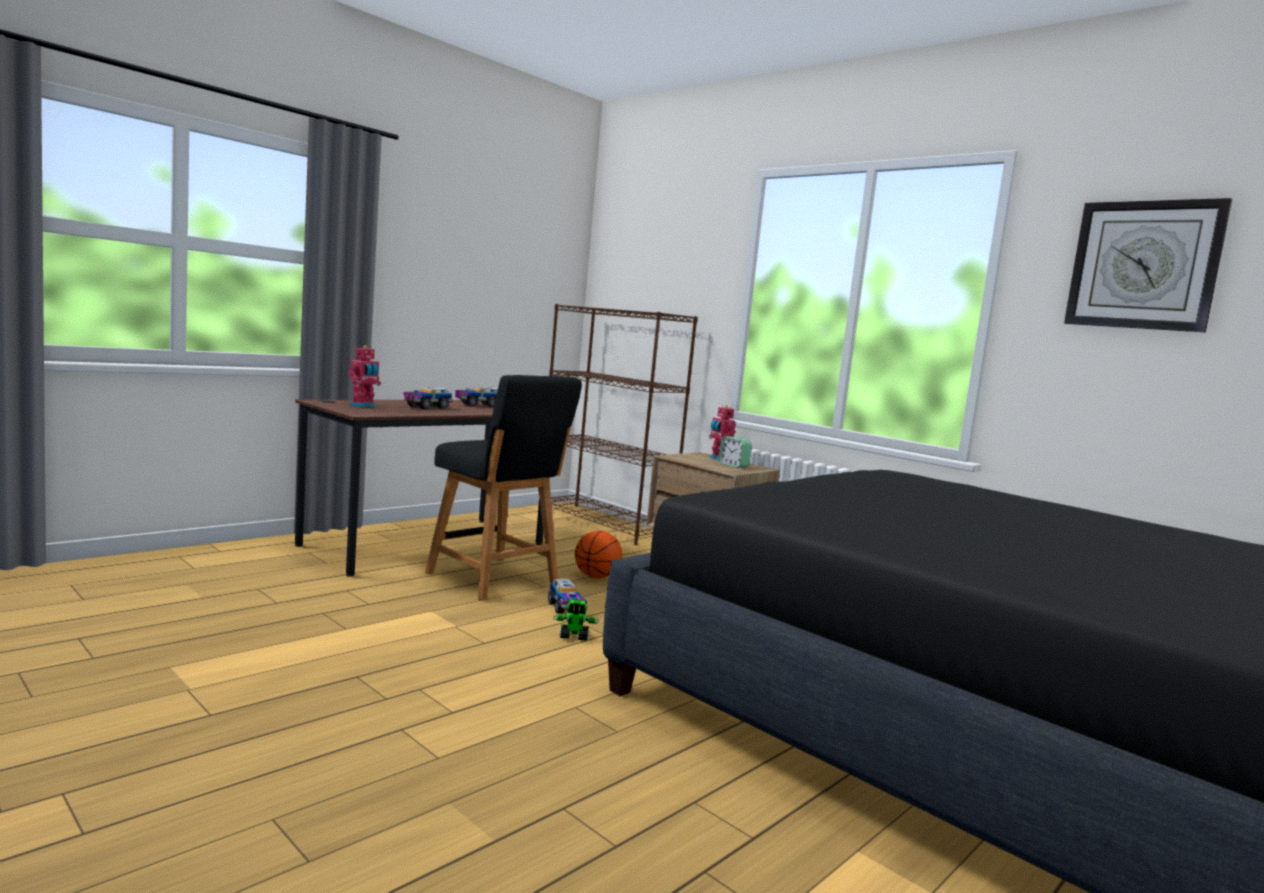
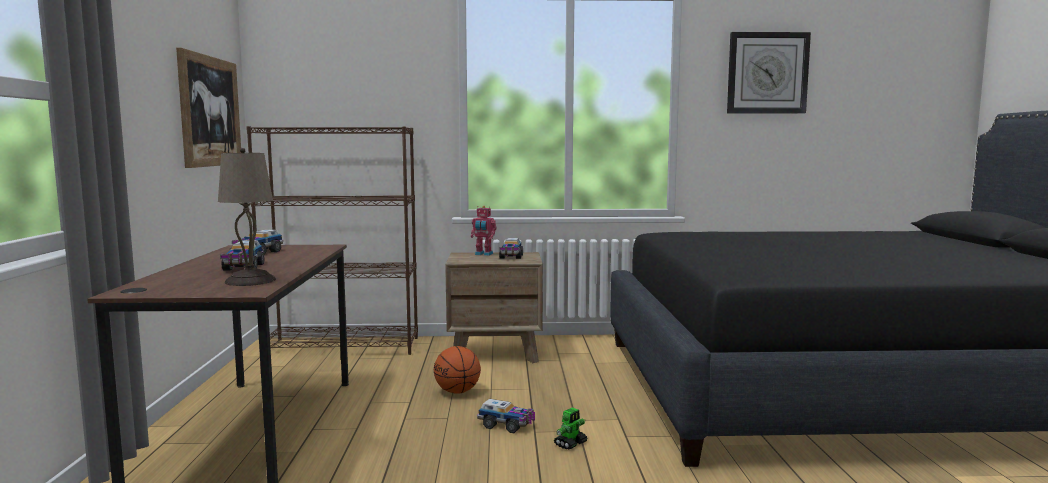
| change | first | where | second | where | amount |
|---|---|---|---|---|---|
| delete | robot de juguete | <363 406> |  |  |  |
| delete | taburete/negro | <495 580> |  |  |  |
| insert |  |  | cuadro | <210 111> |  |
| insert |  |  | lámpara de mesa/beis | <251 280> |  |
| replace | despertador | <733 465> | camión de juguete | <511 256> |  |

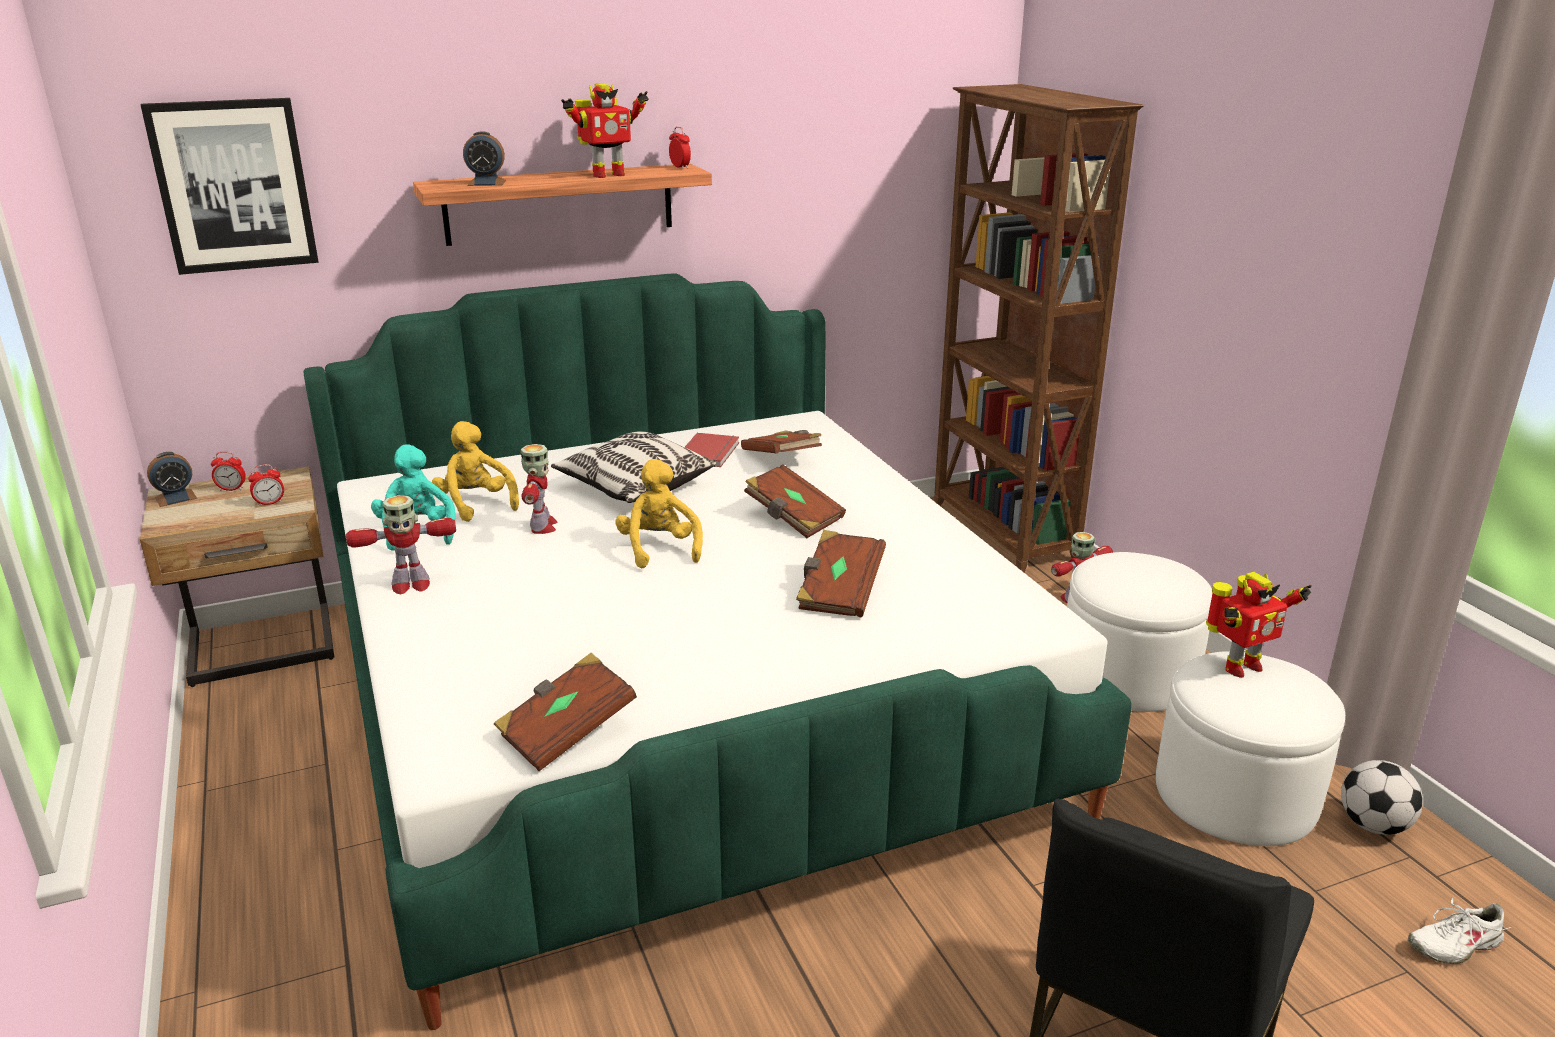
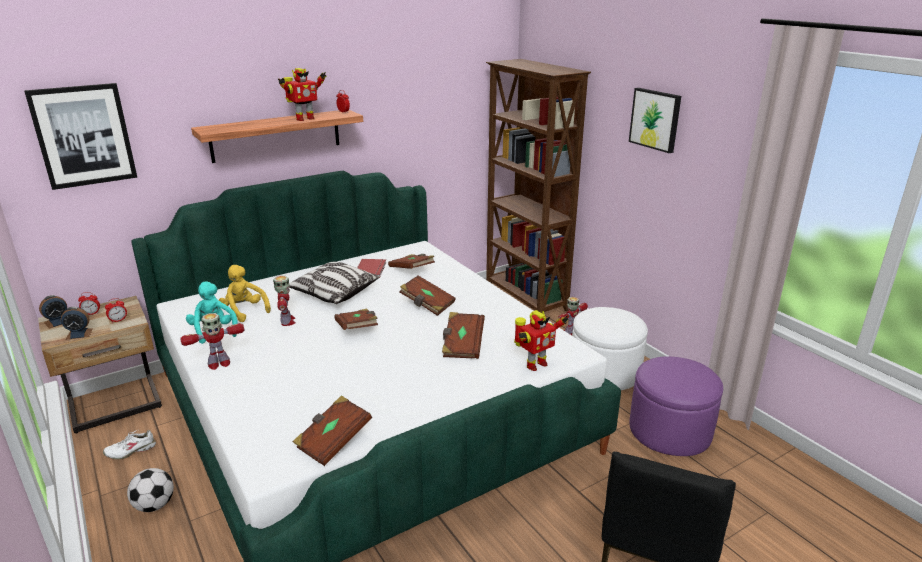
| change | first | where | second | where | amount |
|---|---|---|---|---|---|
| insert |  |  | cuadro | <655 119> |  |
| move | despertador | <486 183> |  | <79 334> |  |
| move | robot de juguete | <1239 667> |  | <535 364> |  |
| move | balón de fútbol | <1373 825> |  | <155 505> |  |
| move | zapato/blanco | <1453 944> |  | <131 450> |  |
| replace | peluche/amarillo | <659 549> | libro/marrón | <357 329> |  |
| recolor | puf/blanco | <1235 794> | puf/morado | <670 430> |  |

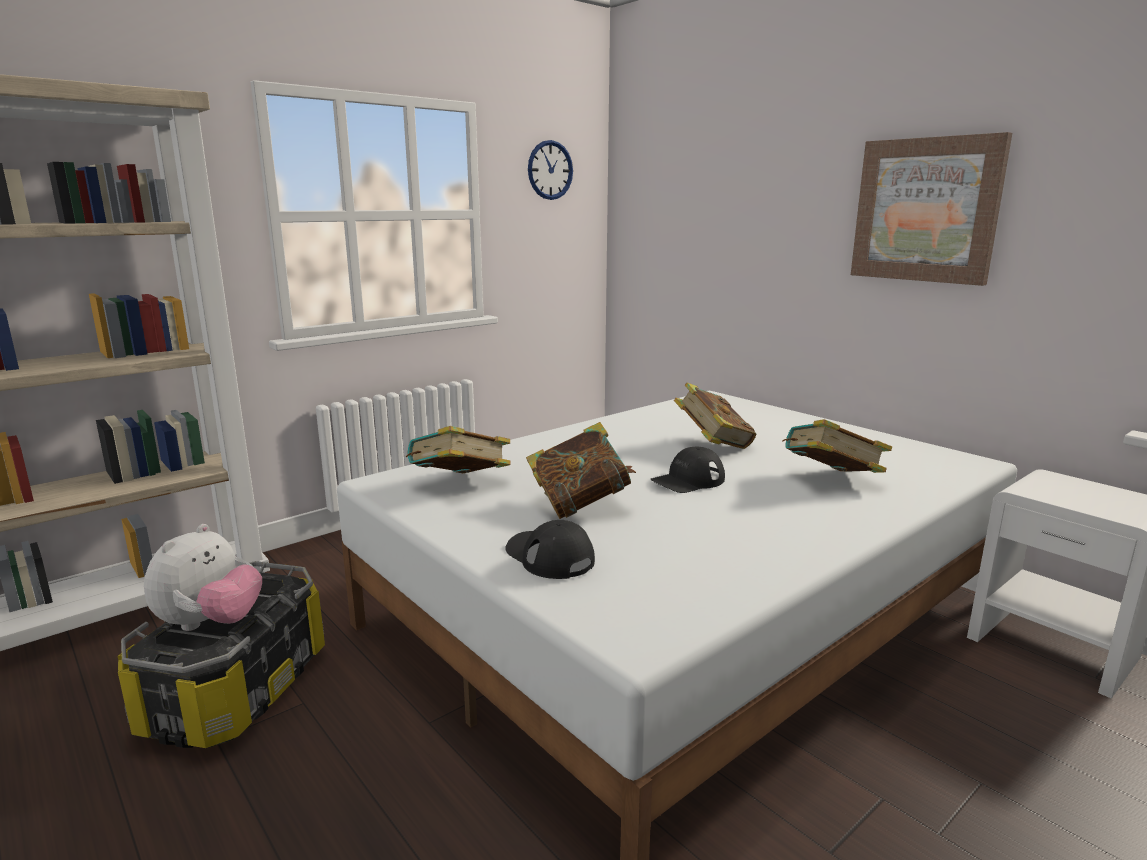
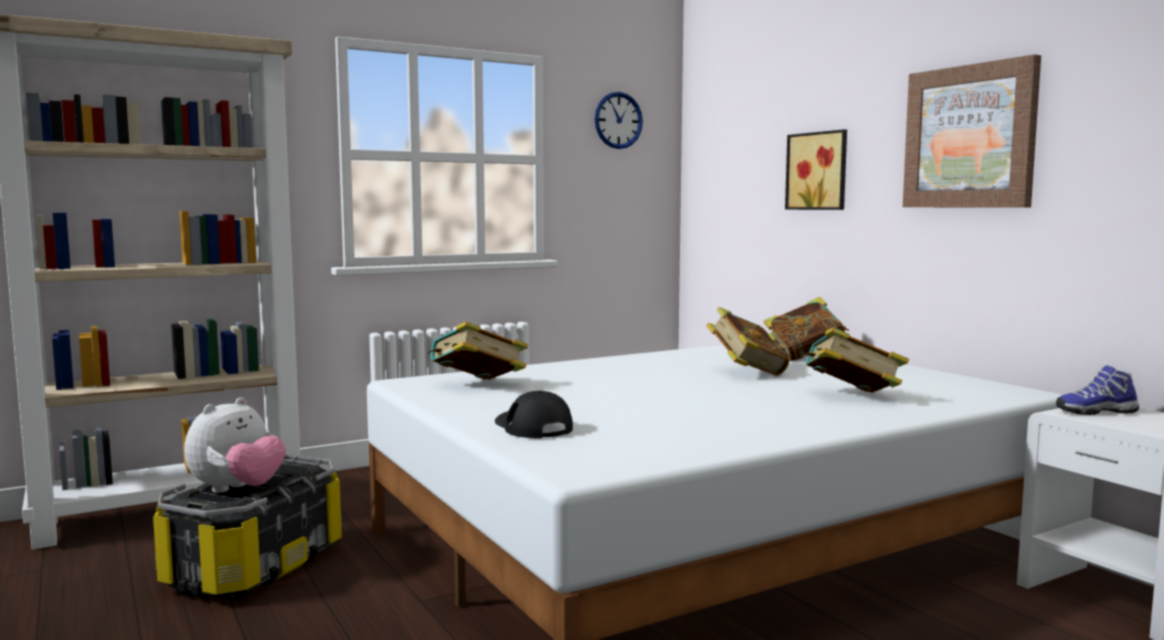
| change | first | where | second | where | amount |
|---|---|---|---|---|---|
| delete | gorra/negro | <688 480> |  |  |  |
| insert |  |  | cuadro | <819 171> |  |
| insert |  |  | zapato | <1095 412> |  |
| move | libro | <580 505> |  | <804 357> |  |

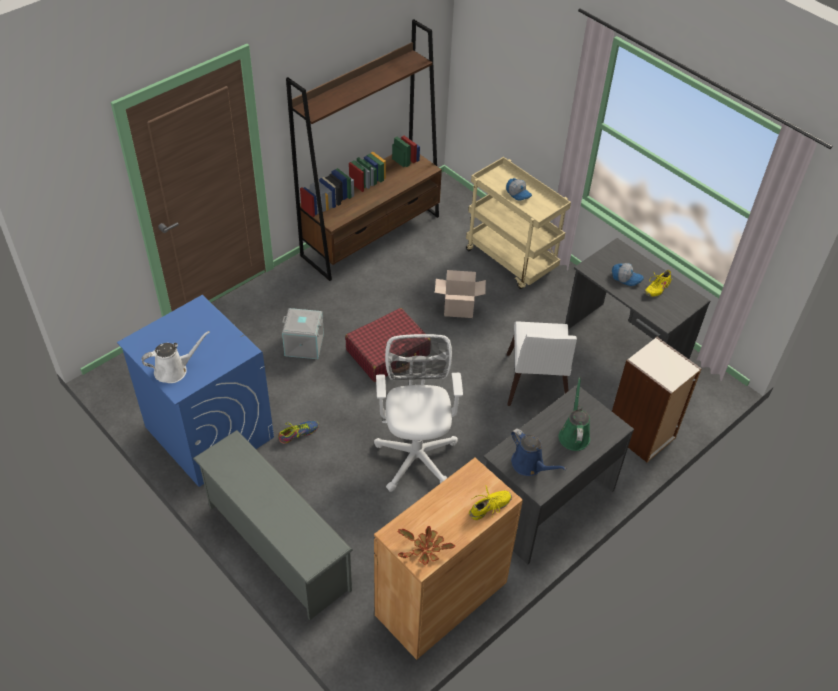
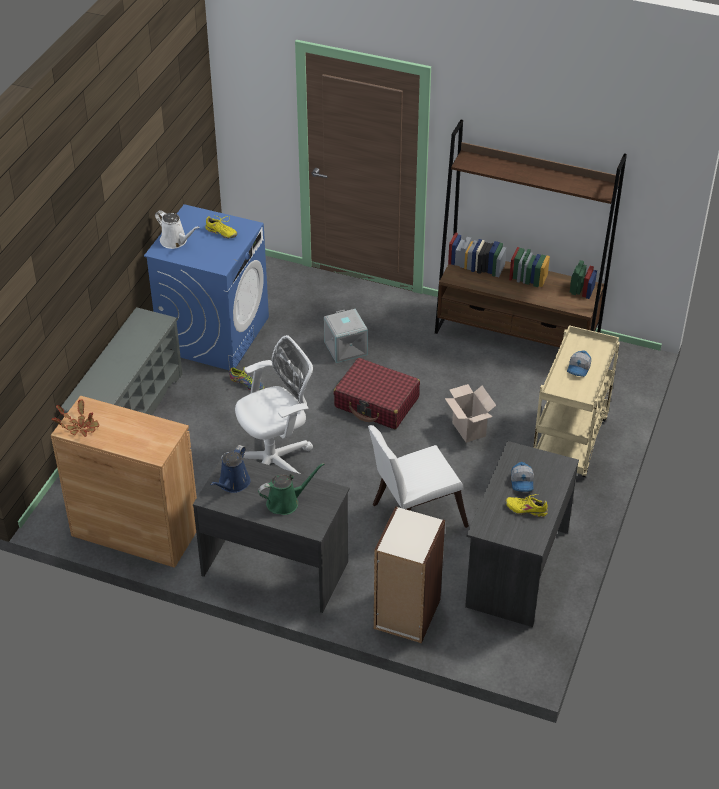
| change | first | where | second | where | amount |
|---|---|---|---|---|---|
| move | zapato/amarillo | <489 507> |  | <221 233> |  |

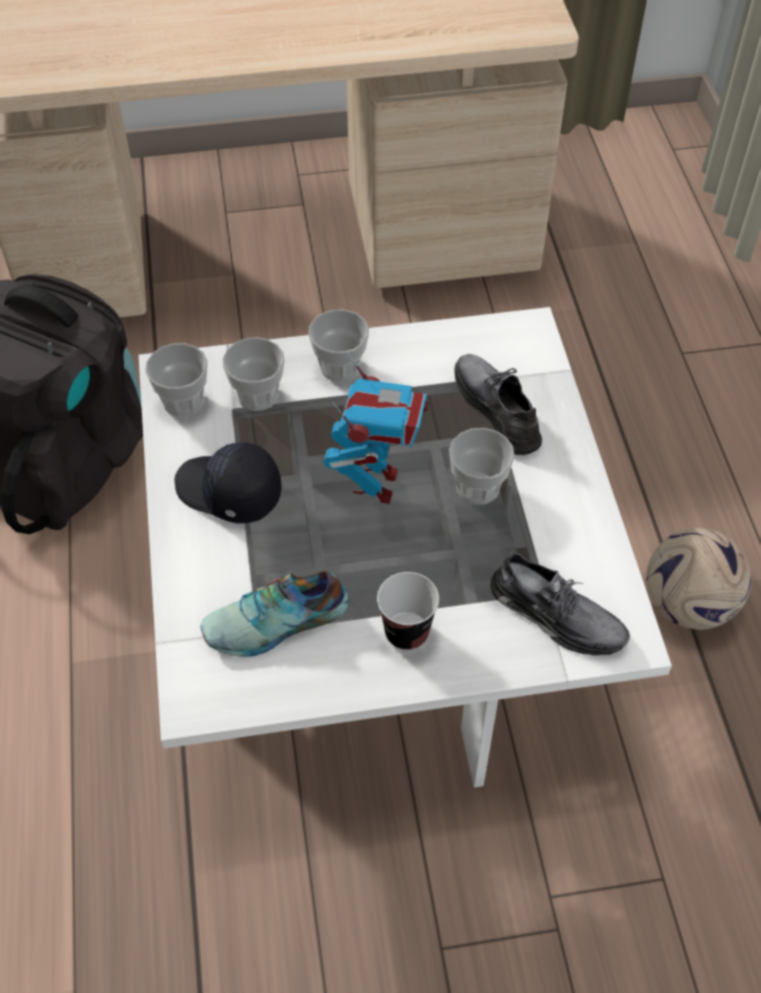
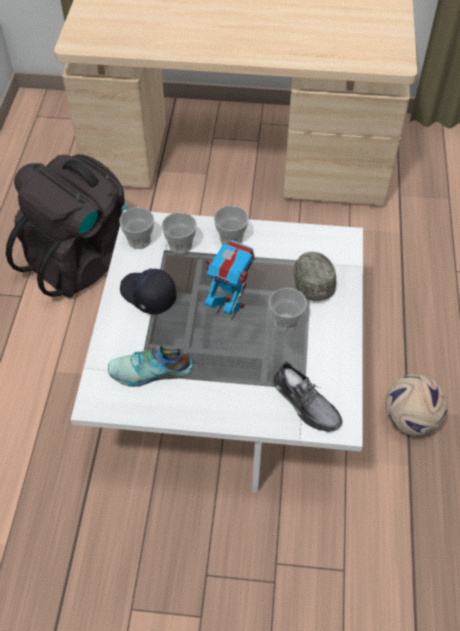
| change | first | where | second | where | amount |
|---|---|---|---|---|---|
| delete | taza | <406 632> |  |  |  |
| replace | zapato/gris | <497 409> | gorra/gris | <312 280> |  |
| rotate | robot de juguete | <376 483> |  | <229 308> | 90 degrees counterclockwise |

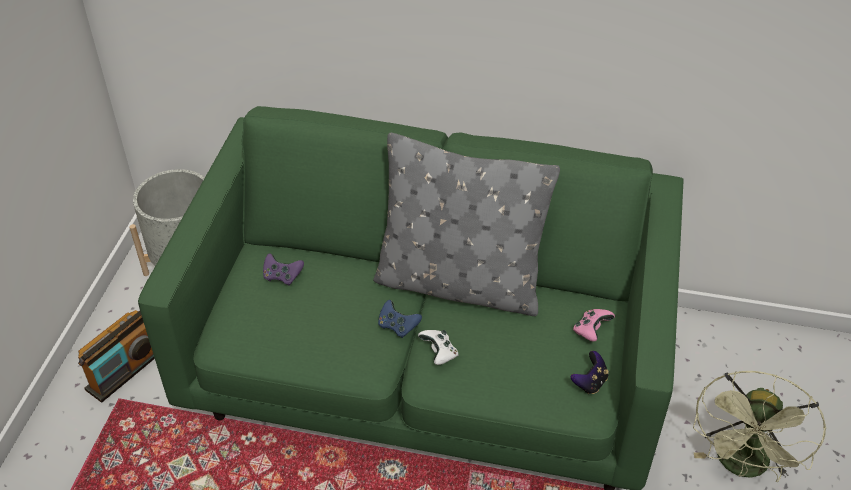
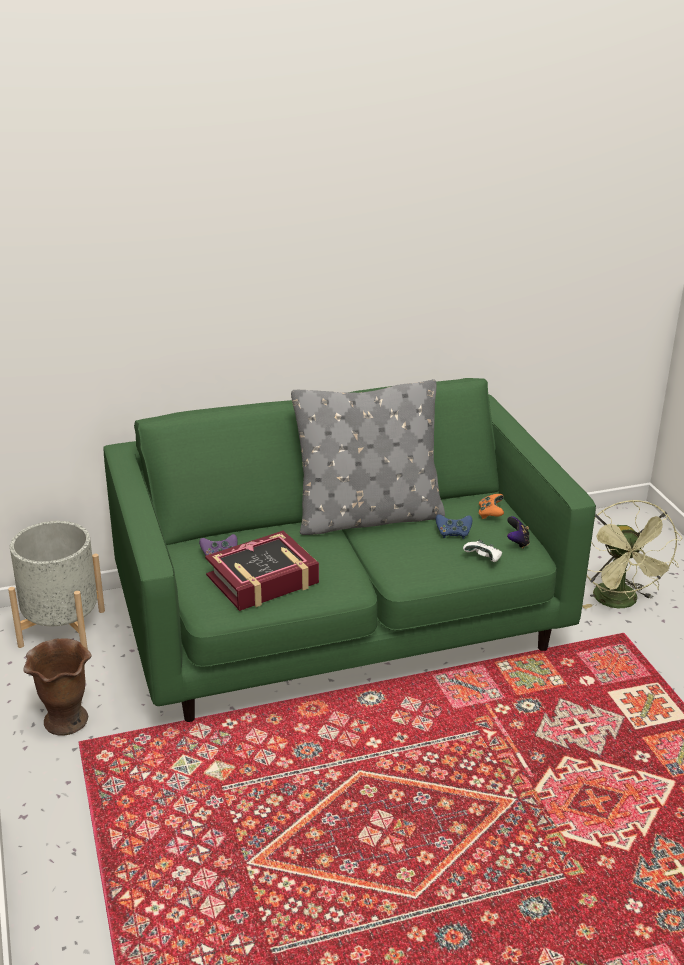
| change | first | where | second | where | amount |
|---|---|---|---|---|---|
| insert |  |  | libro | <263 580> |  |
| move | mando de consola/azul | <397 326> |  | <453 533> |  |
| move | mando de consola/blanco | <439 353> |  | <484 559> |  |
| replace | radio | <124 371> | florero/marrón | <65 721> |  |
| recolor | mando de consola/rosa | <591 330> | mando de consola/naranja | <490 514> |  |

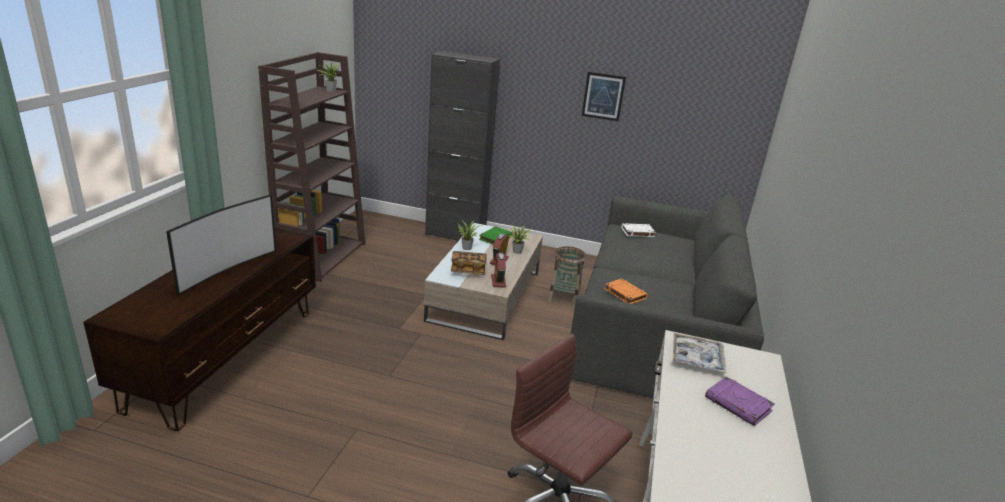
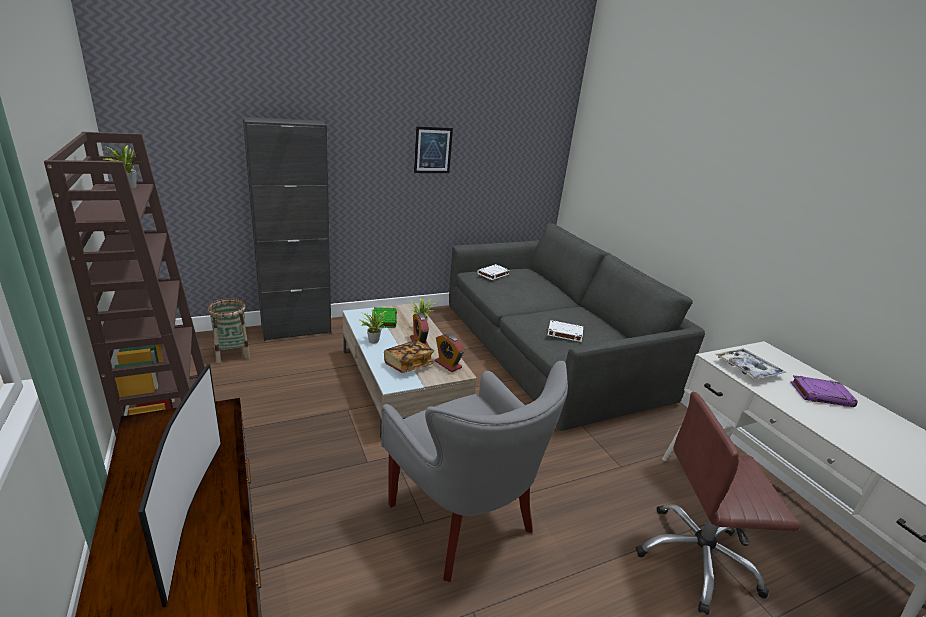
| change | first | where | second | where | amount |
|---|---|---|---|---|---|
| insert |  |  | sillón/gris | <462 521> |  |
| move | cesta | <564 297> |  | <232 353> |  |
| recolor | libro/naranja | <624 294> | libro/blanco | <564 333> |  |

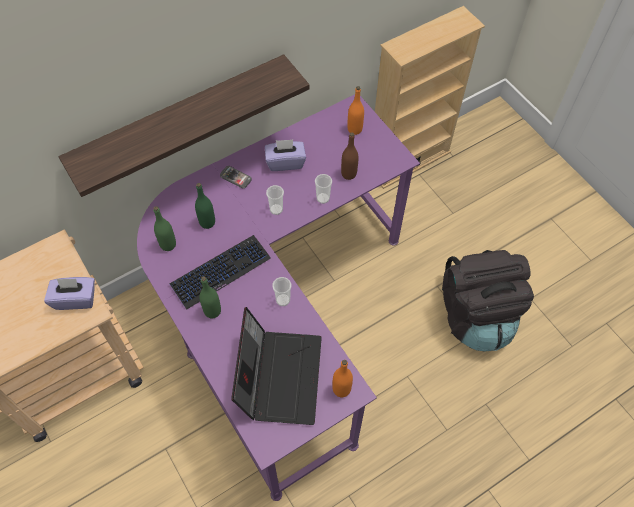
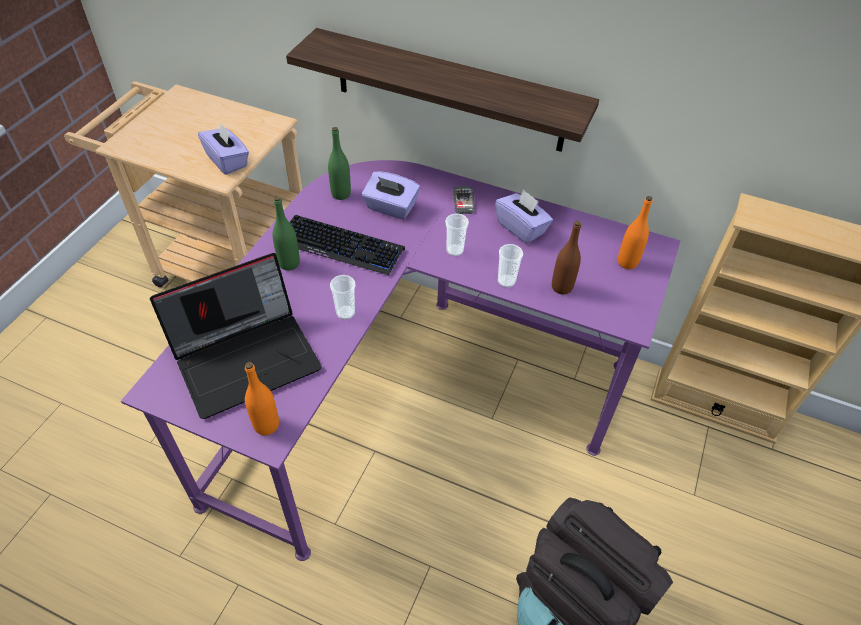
| change | first | where | second | where | amount |
|---|---|---|---|---|---|
| replace | botella/verde | <207 222> | caja de pañuelos/morado | <391 207> |  |

